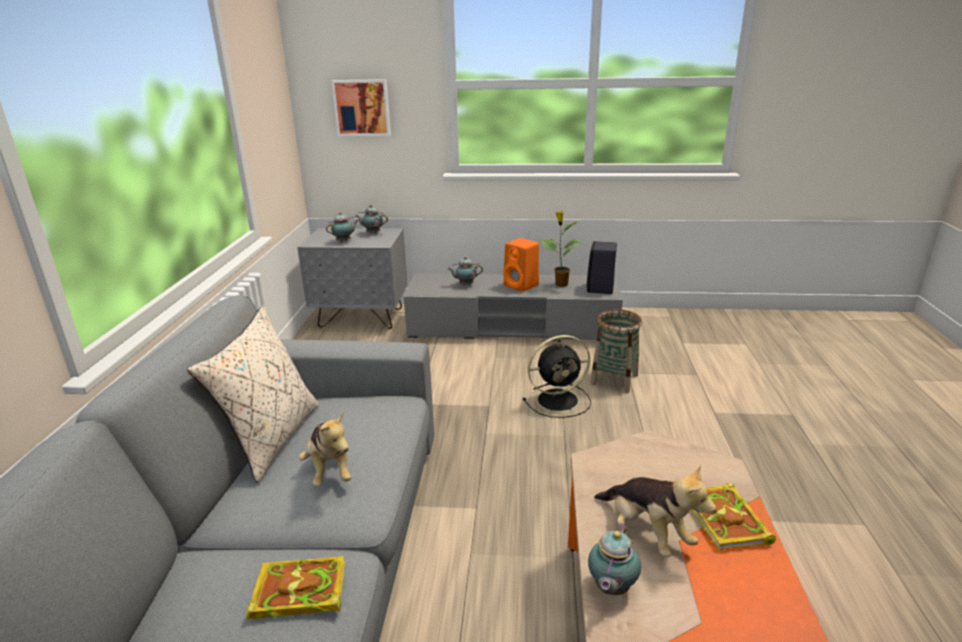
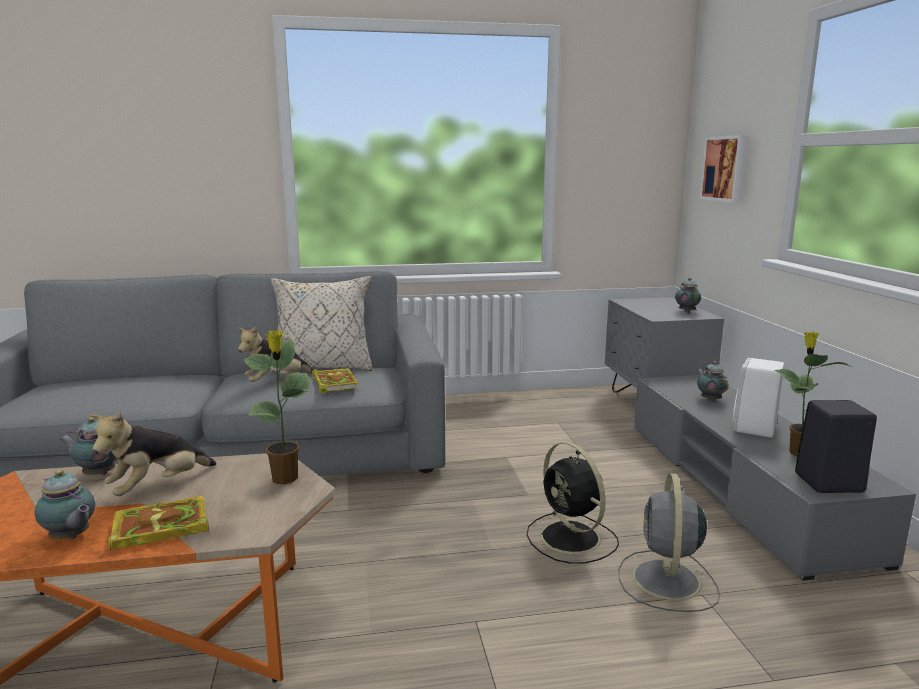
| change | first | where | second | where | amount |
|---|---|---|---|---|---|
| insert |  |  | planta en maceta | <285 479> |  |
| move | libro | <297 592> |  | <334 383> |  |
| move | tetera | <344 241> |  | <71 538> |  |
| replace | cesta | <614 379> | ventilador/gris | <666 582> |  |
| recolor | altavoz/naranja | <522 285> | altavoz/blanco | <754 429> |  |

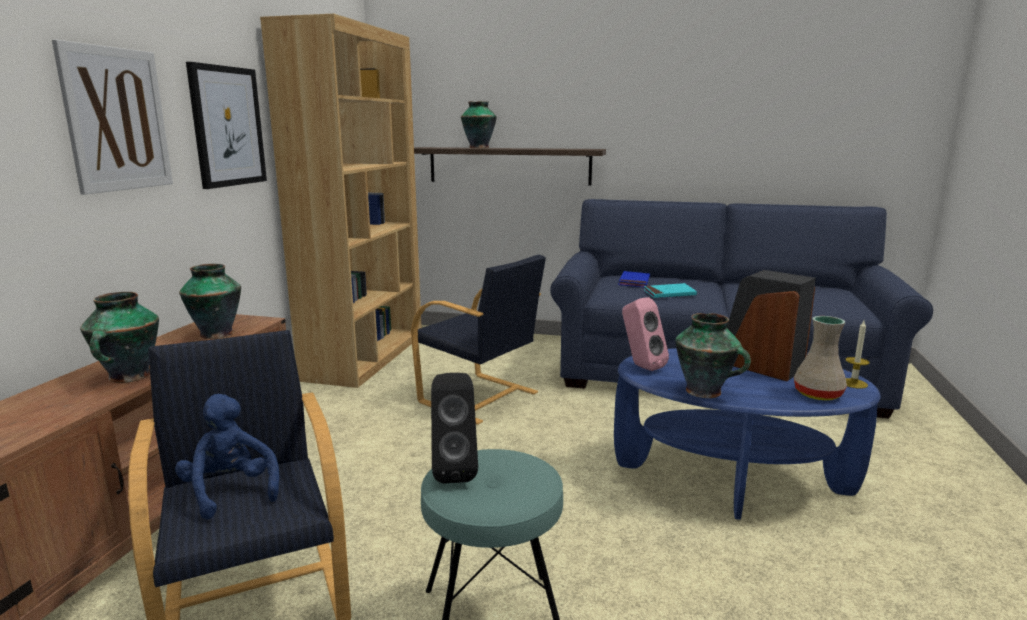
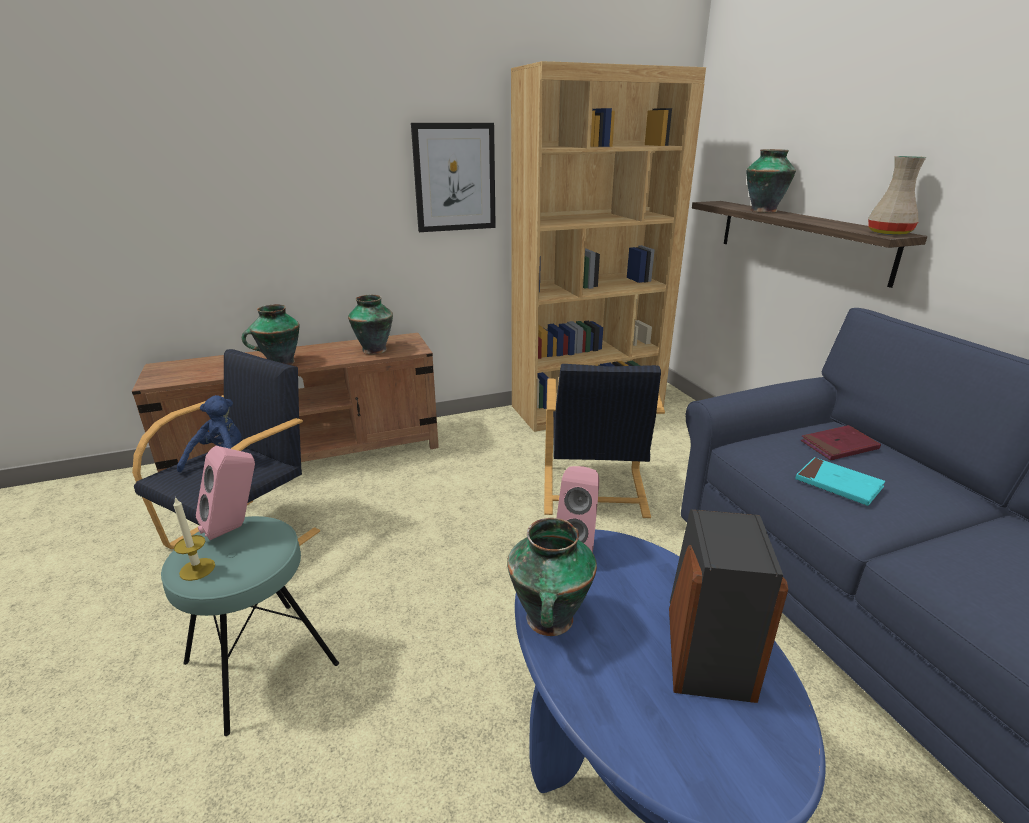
| change | first | where | second | where | amount |
|---|---|---|---|---|---|
| delete | cuadro | <116 119> |  |  |  |
| move | florero/beis | <818 395> |  | <888 233> |  |
| move | vela | <853 383> |  | <197 569> |  |
| recolor | altavoz/negro | <454 471> | altavoz/rosa | <235 527> |  |
| recolor | libro/azul | <634 282> | libro/rojo | <839 446> |  |

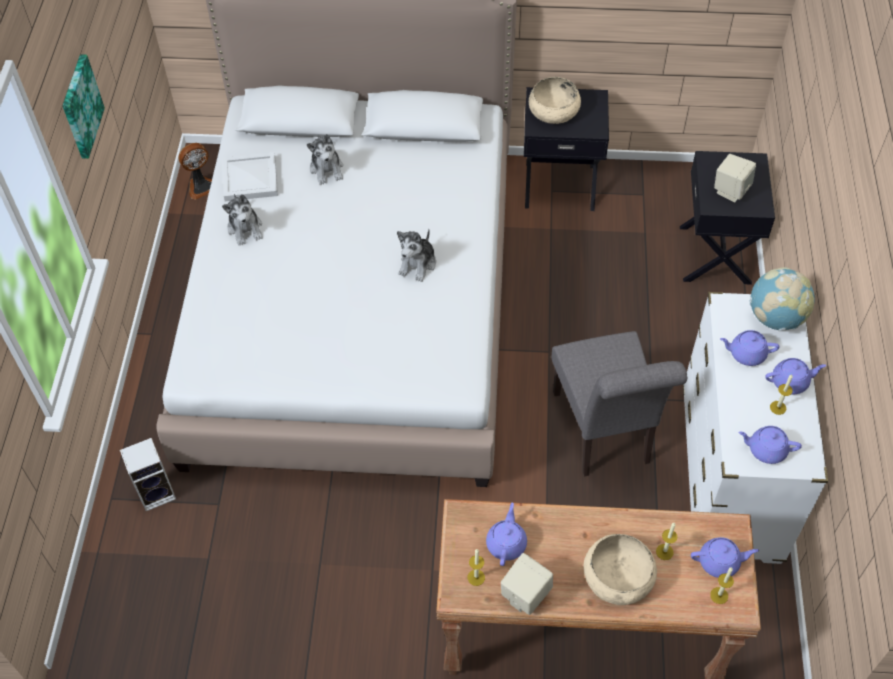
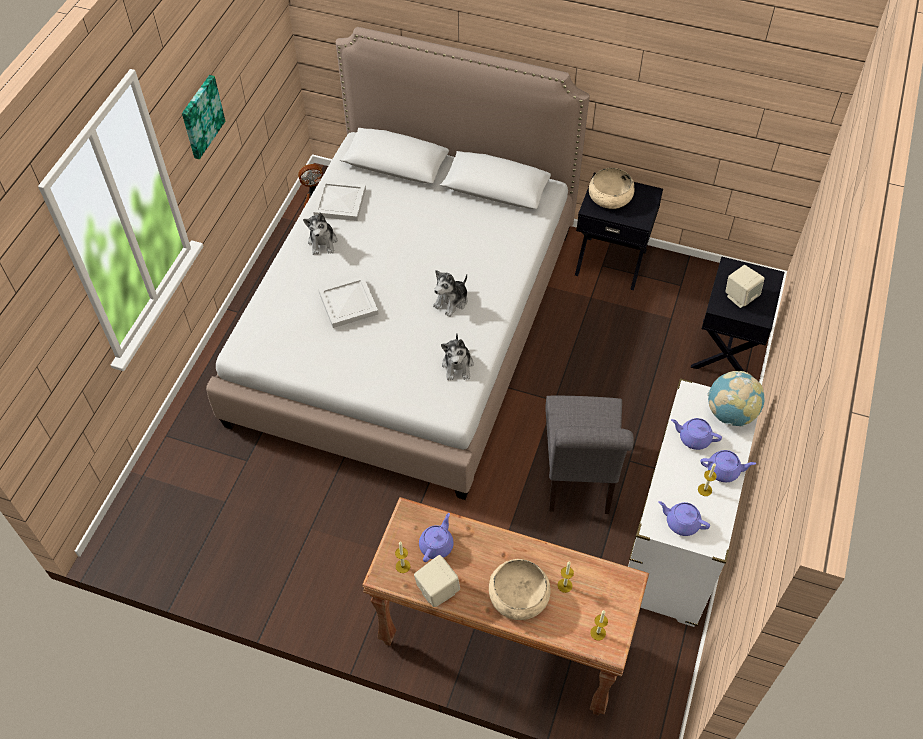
| change | first | where | second | where | amount |
|---|---|---|---|---|---|
| delete | altavoz | <158 492> |  |  |  |
| delete | tetera/morado | <720 562> |  |  |  |
| insert |  |  | bandeja/blanco | <349 302> |  |
| move | peluche | <327 169> |  | <458 365> |  |

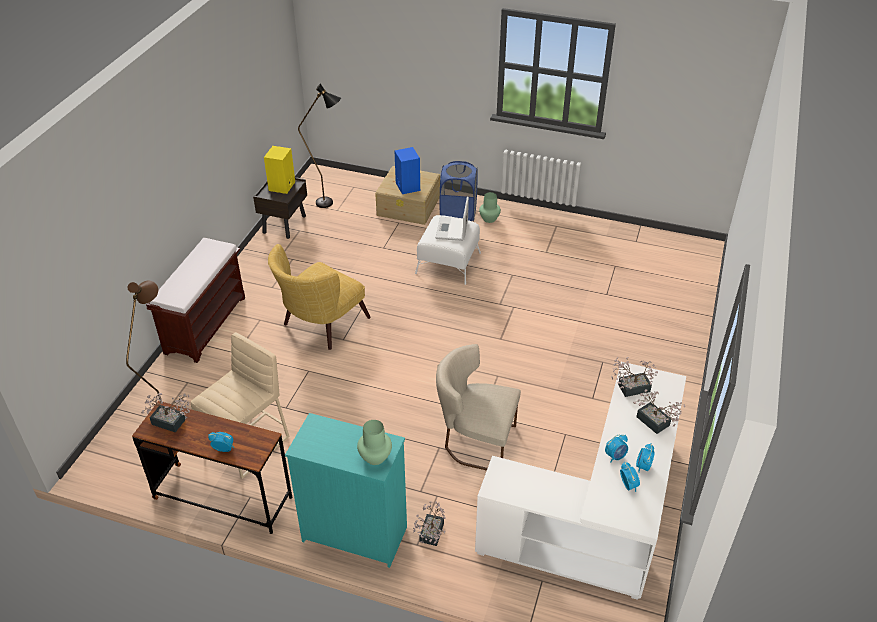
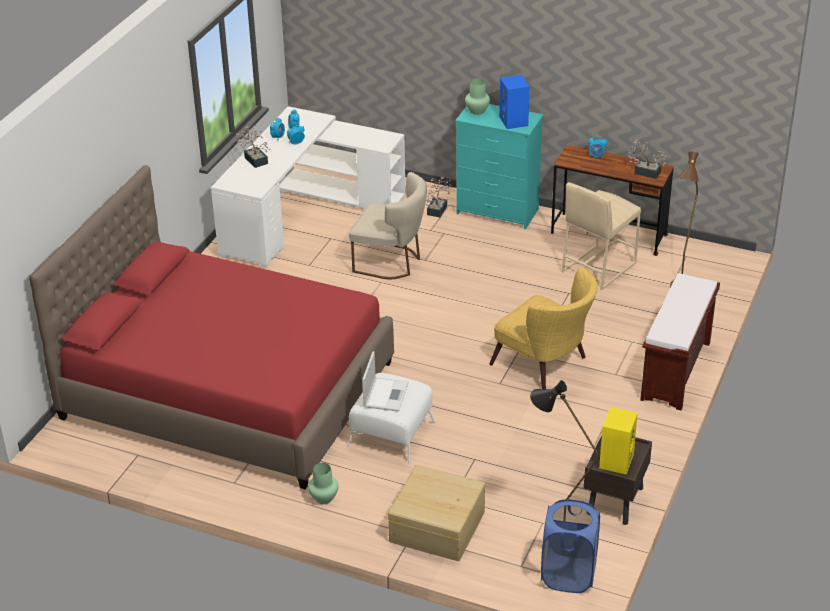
| change | first | where | second | where | amount |
|---|---|---|---|---|---|
| delete | planta en maceta | <630 388> |  |  |  |
| insert |  |  | cama/rojo | <228 390> |  |
| move | altavoz/azul | <407 186> |  | <514 121> |  |
| move | cesto de la ropa/azul | <458 215> |  | <568 575> |  |
| rotate | sillón/amarillo | <320 326> |  | <546 365> | 90 degrees clockwise |

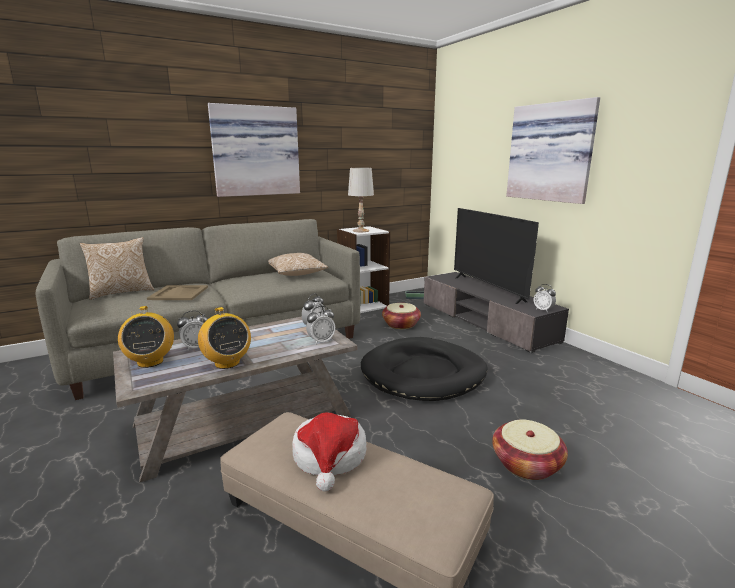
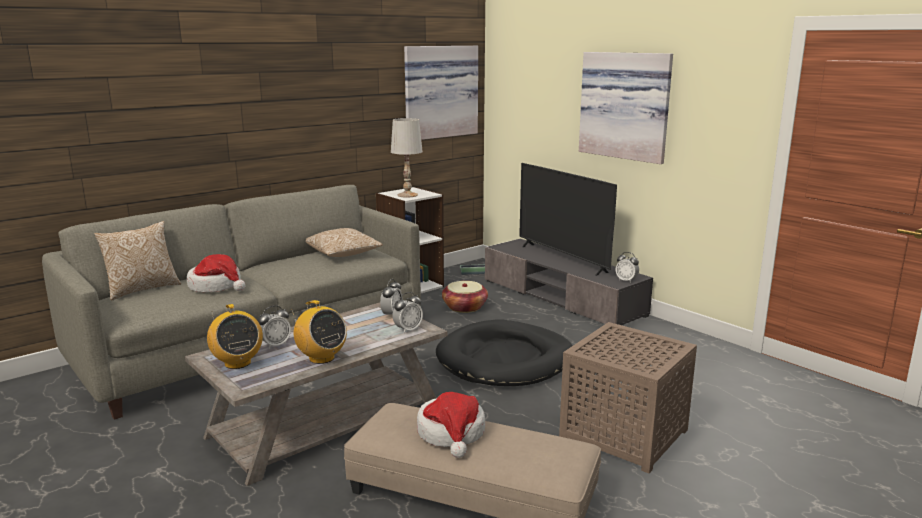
| change | first | where | second | where | amount |
|---|---|---|---|---|---|
| move | cuadro | <255 151> |  | <439 92> |  |
| replace | bandeja/beis | <179 293> | sombrero | <216 286> |  |
| replace | cesta | <526 464> | mesa auxiliar/marrón | <623 433> |  |

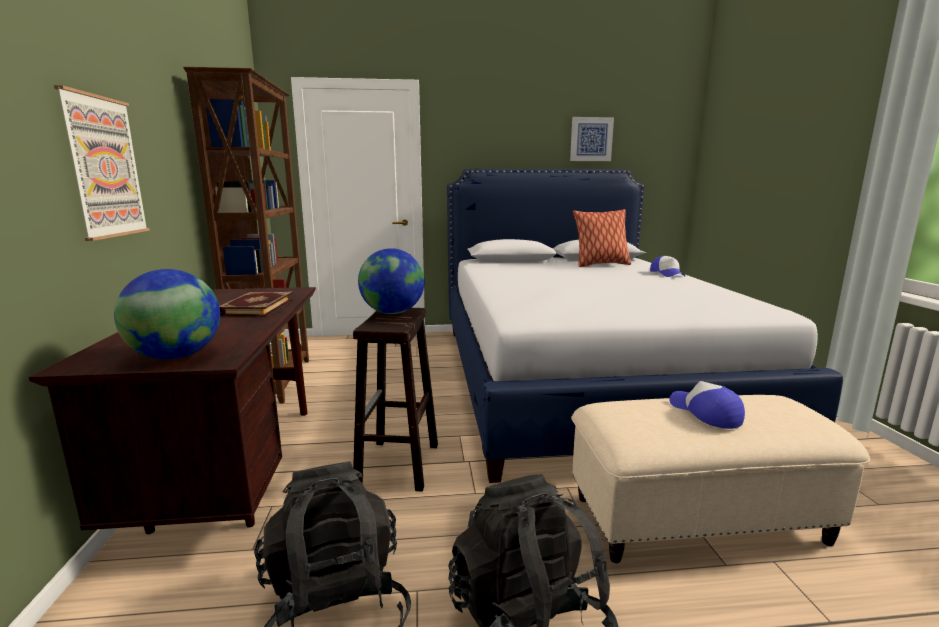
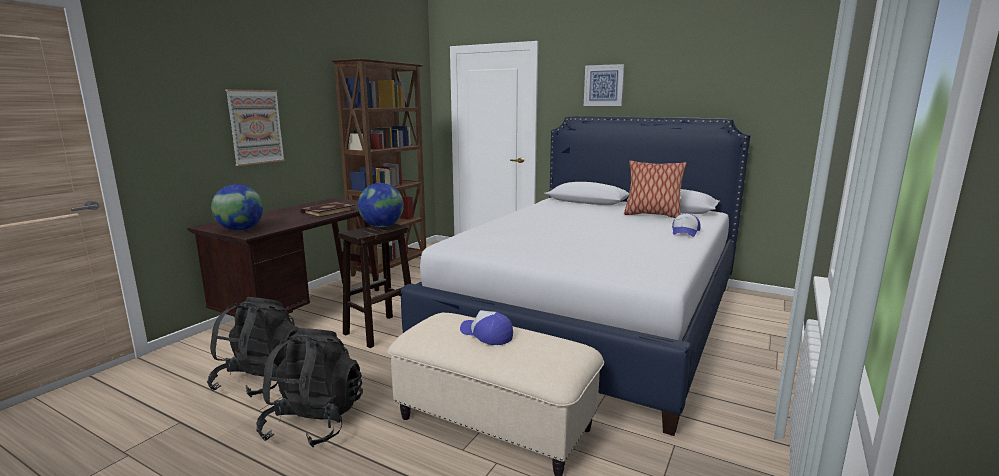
| change | first | where | second | where | amount |
|---|---|---|---|---|---|
| move | cuadro | <591 139> |  | <604 85> |  |
| rotate | gorra | <705 413> |  | <486 334> | 60 degrees counterclockwise |

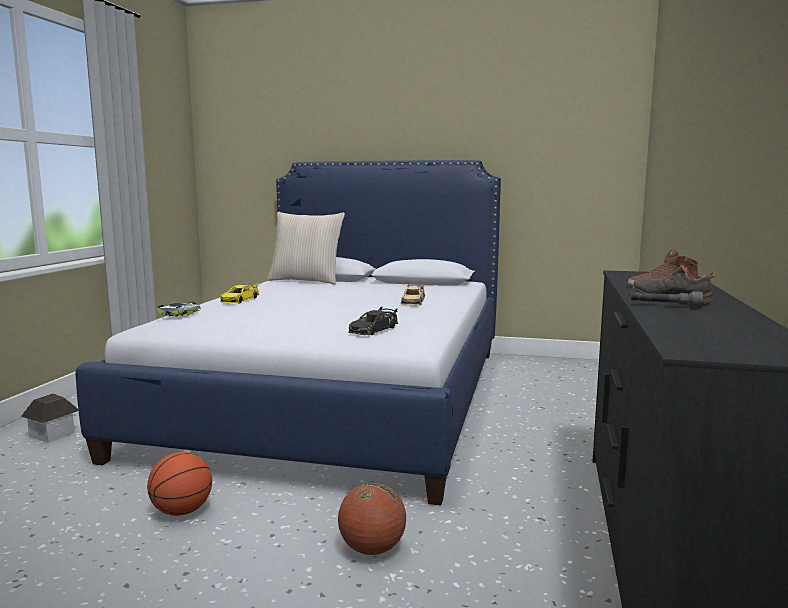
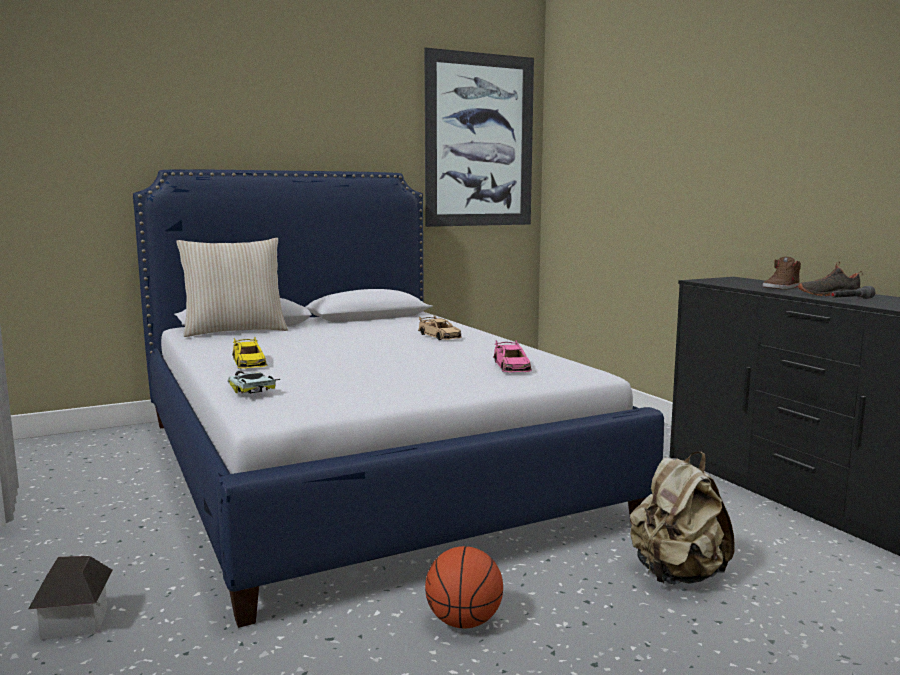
| change | first | where | second | where | amount |
|---|---|---|---|---|---|
| insert |  |  | cuadro | <479 141> |  |
| replace | balón de baloncesto | <372 549> | mochila/beis | <677 575> |  |
| recolor | coche de juguete/negro | <373 330> | coche de juguete/rosa | <511 366> |  |

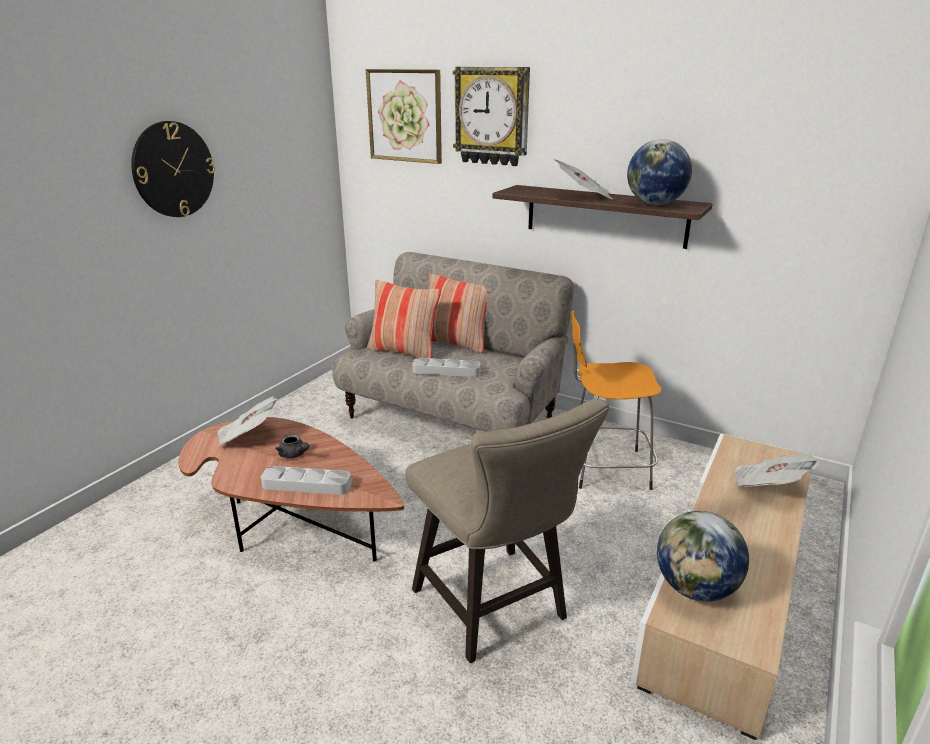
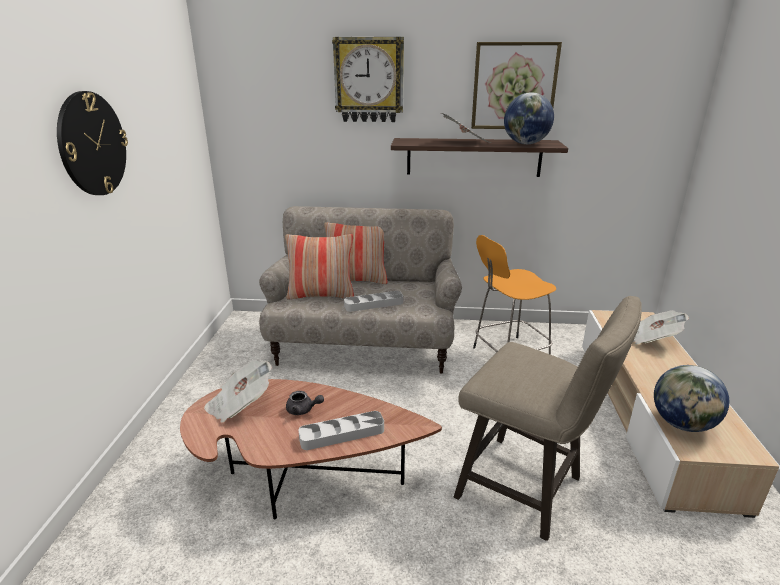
| change | first | where | second | where | amount |
|---|---|---|---|---|---|
| move | cuadro | <405 116> |  | <514 86> |  |

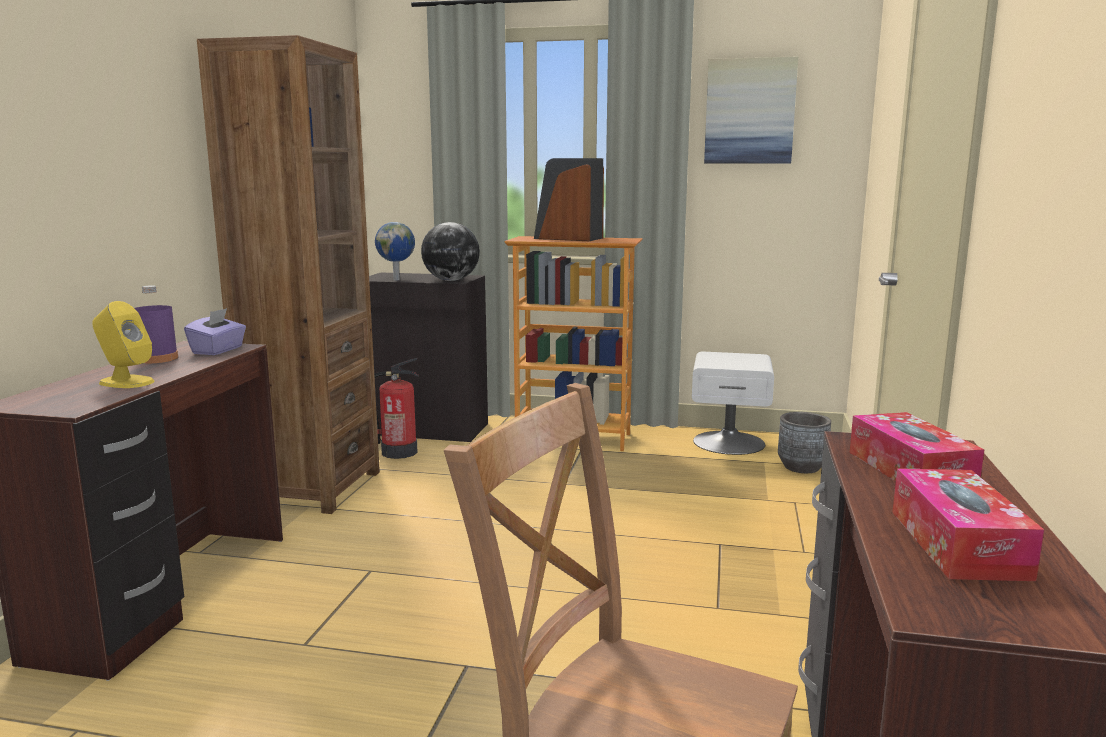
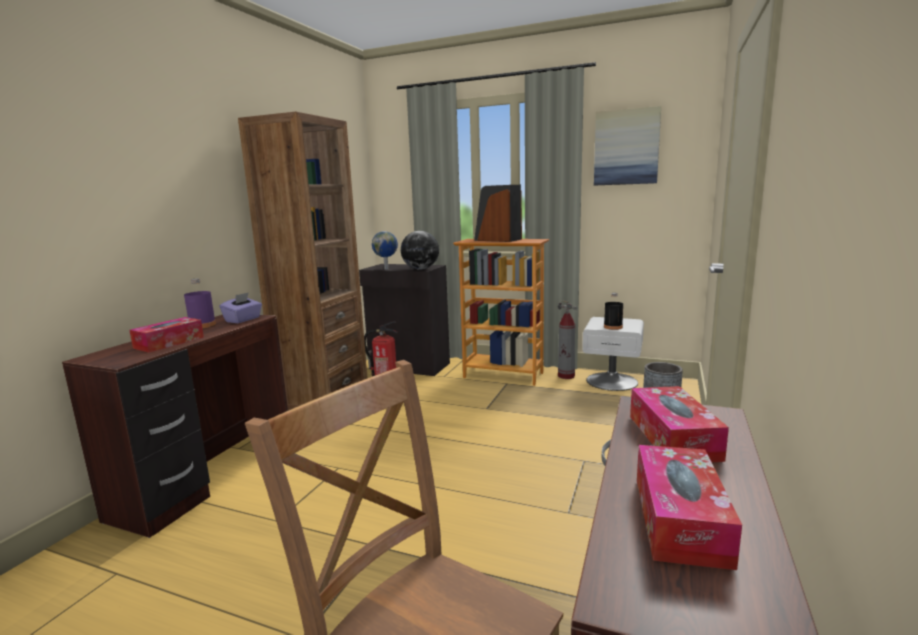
| change | first | where | second | where | amount |
|---|---|---|---|---|---|
| insert |  |  | extintor | <566 376> |  |
| insert |  |  | botella/negro | <613 327> |  |
| replace | altavoz/amarillo | <126 382> | caja de pañuelos | <169 343> |  |

